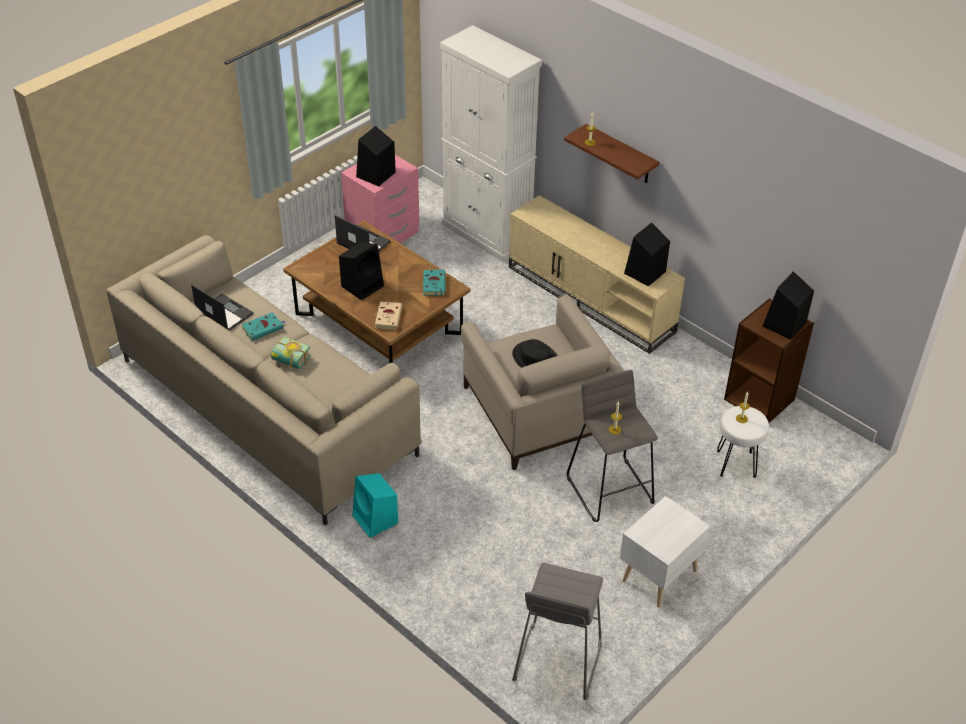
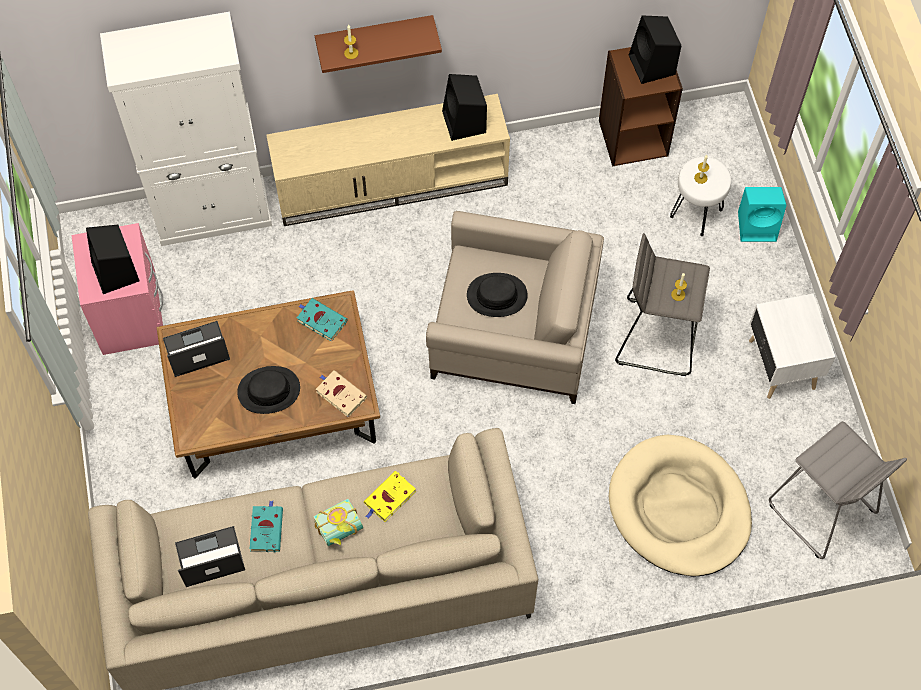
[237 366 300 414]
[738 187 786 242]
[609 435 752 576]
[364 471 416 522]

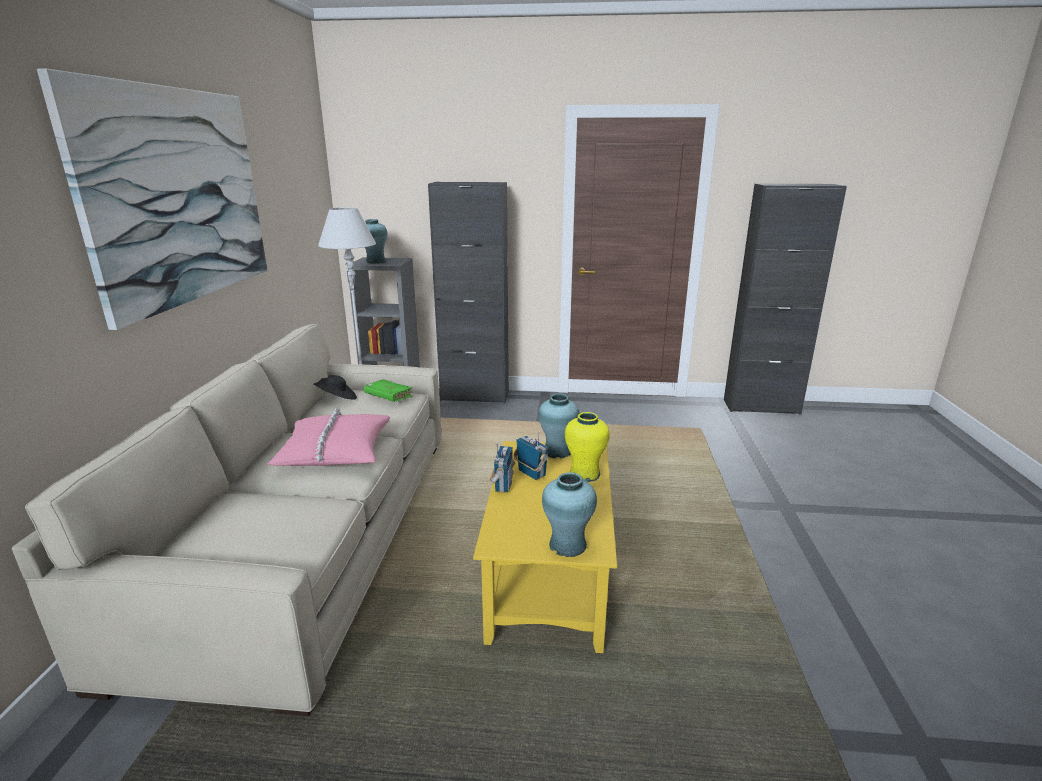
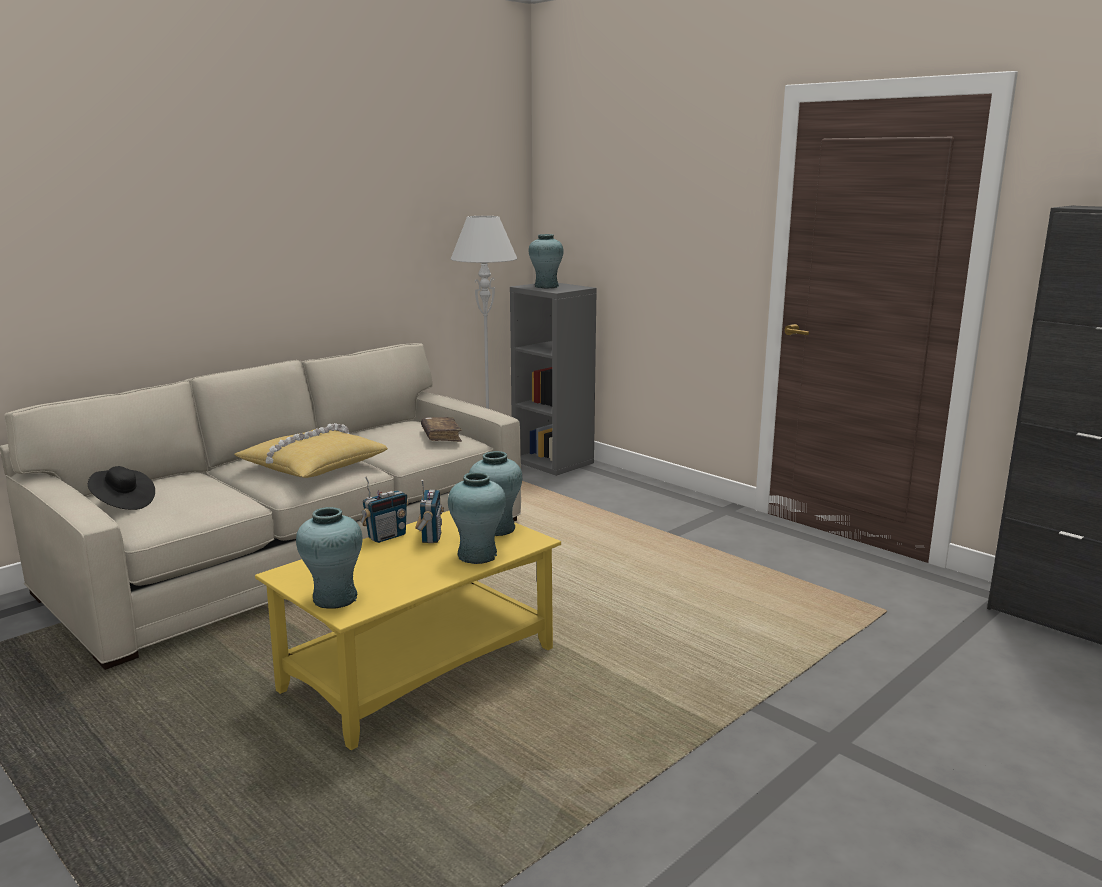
[37 68 267 330] (first image)
[428 182 509 403] (first image)
[88 466 155 510]
[421 417 462 442]
[234 423 388 478]
[448 472 506 564]

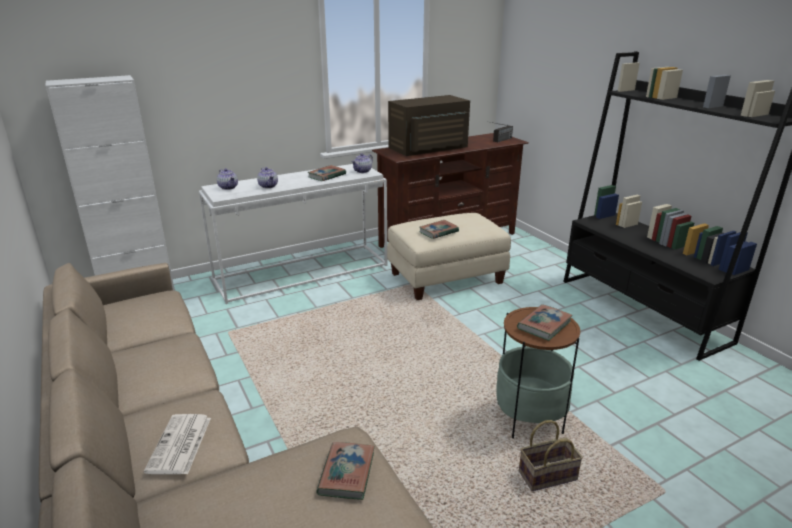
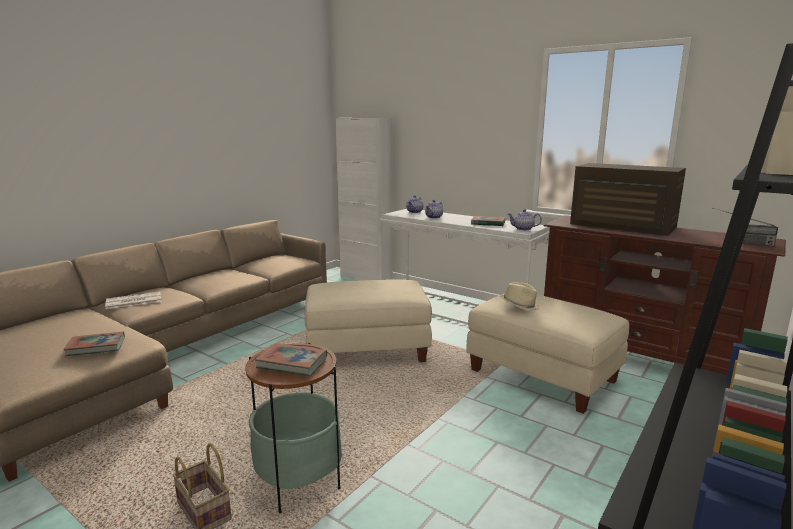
[500 282 540 311]
[304 279 432 362]

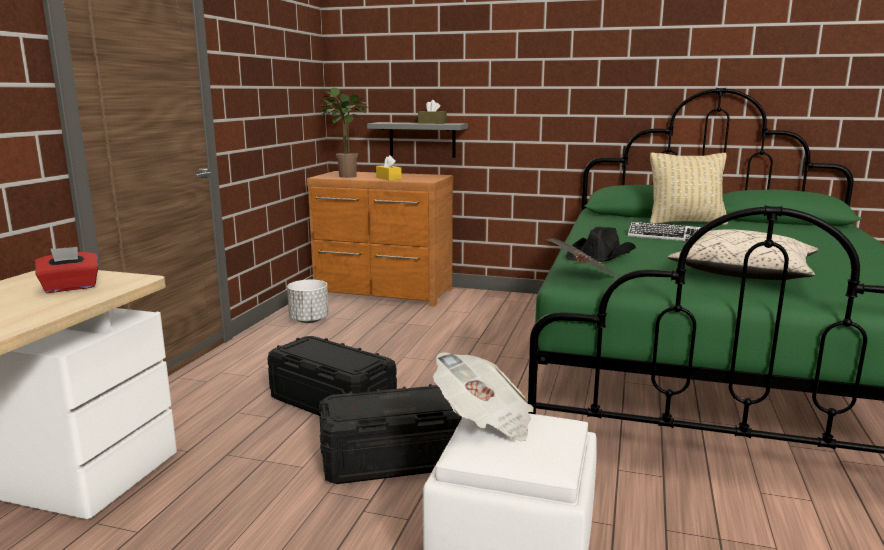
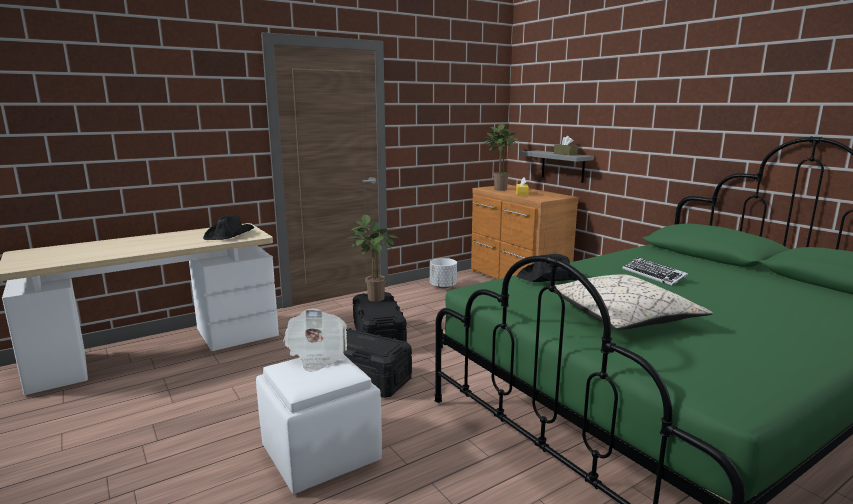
[650 153 728 225] (first image)
[546 238 622 276] (first image)
[203 215 254 240]
[348 214 398 302]

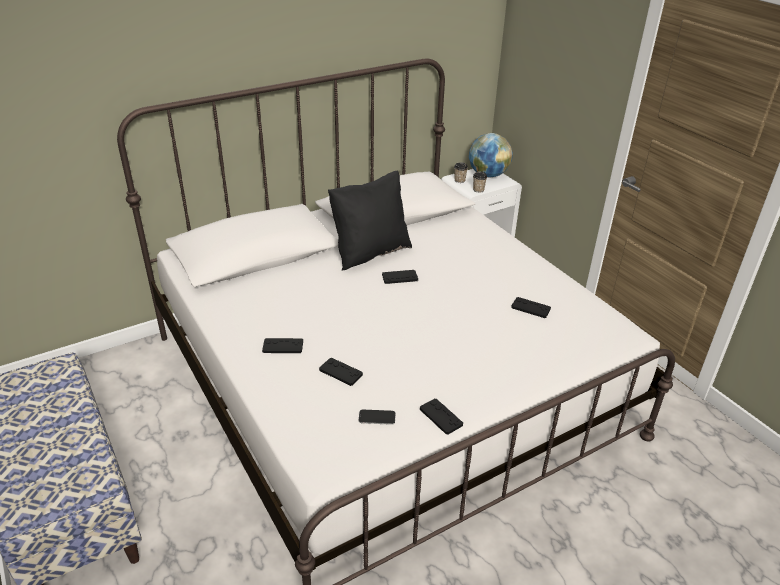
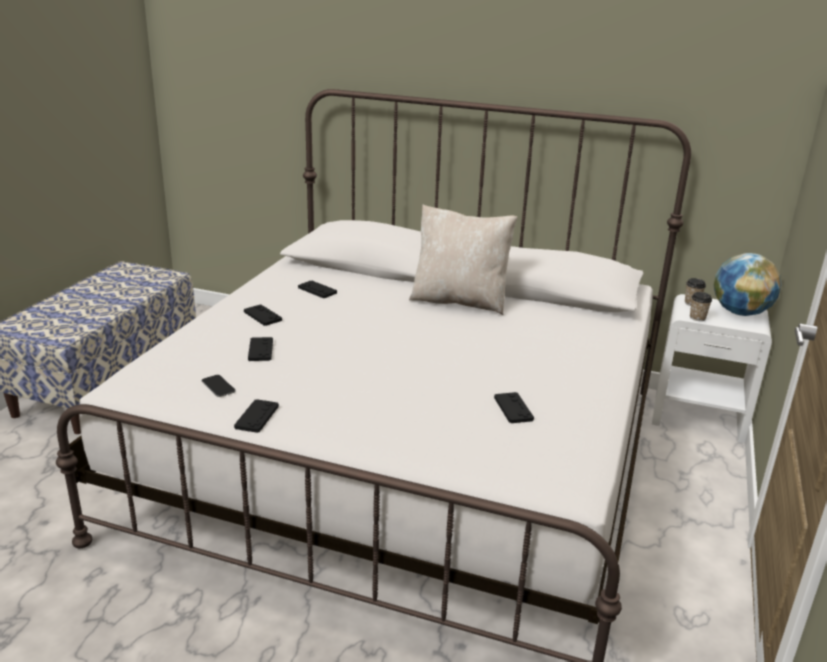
[409 205 518 315]
[298 281 337 298]

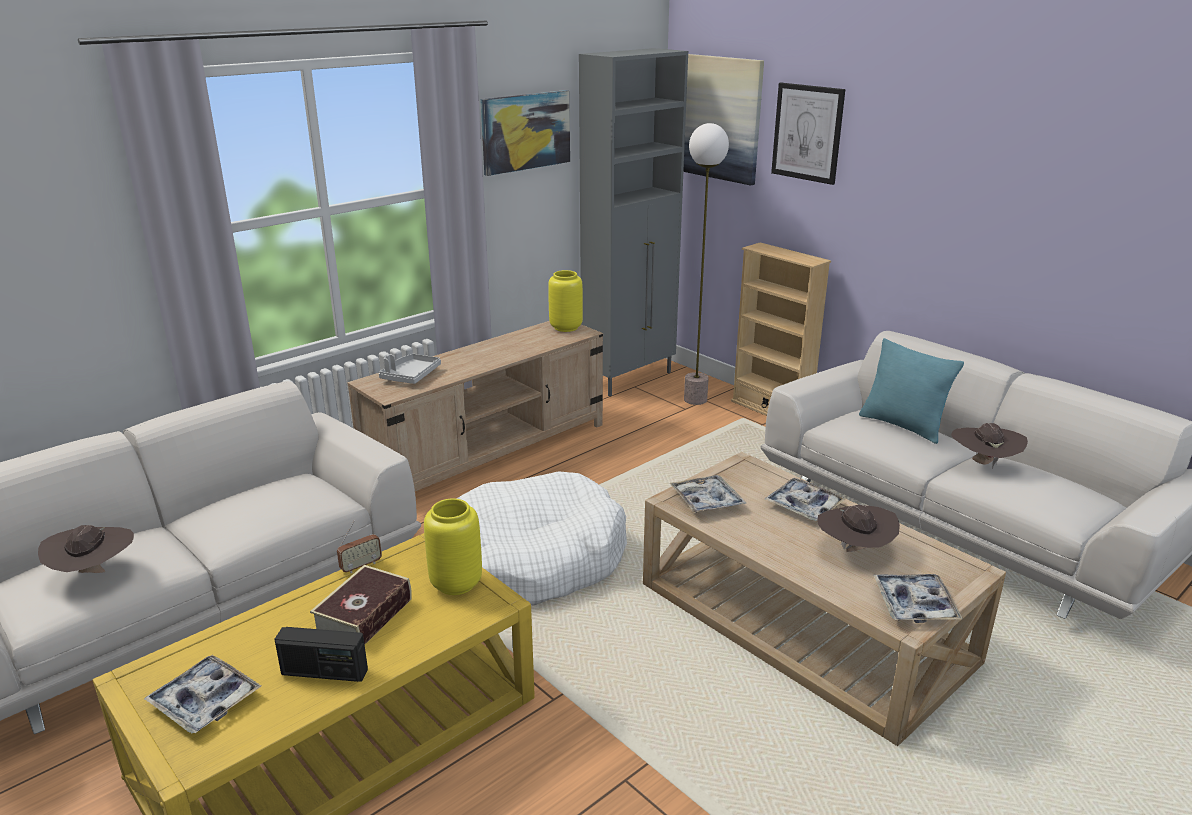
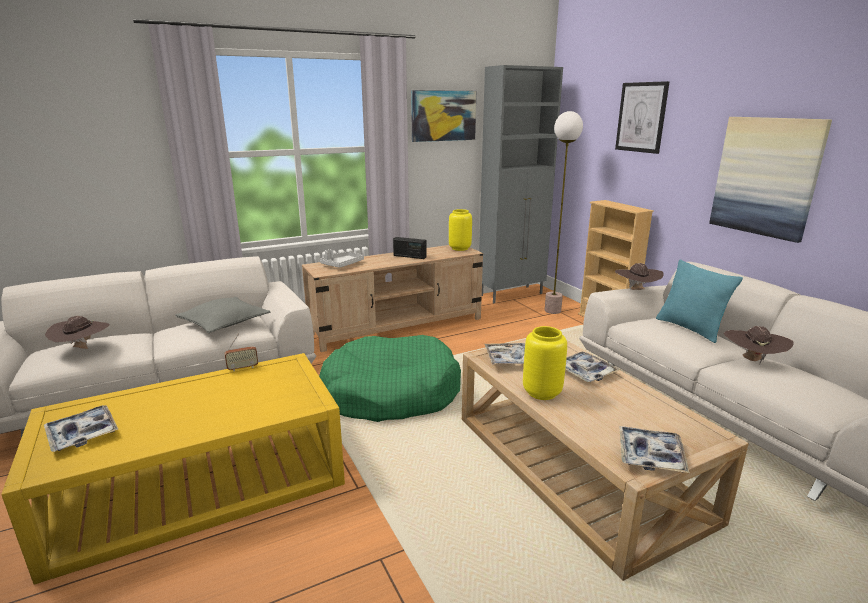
[709 117 832 243]
[319 335 461 422]
[523 326 567 400]
[615 263 664 290]
[310 565 412 644] (first image)
[393 237 426 259]
[176 297 270 333]

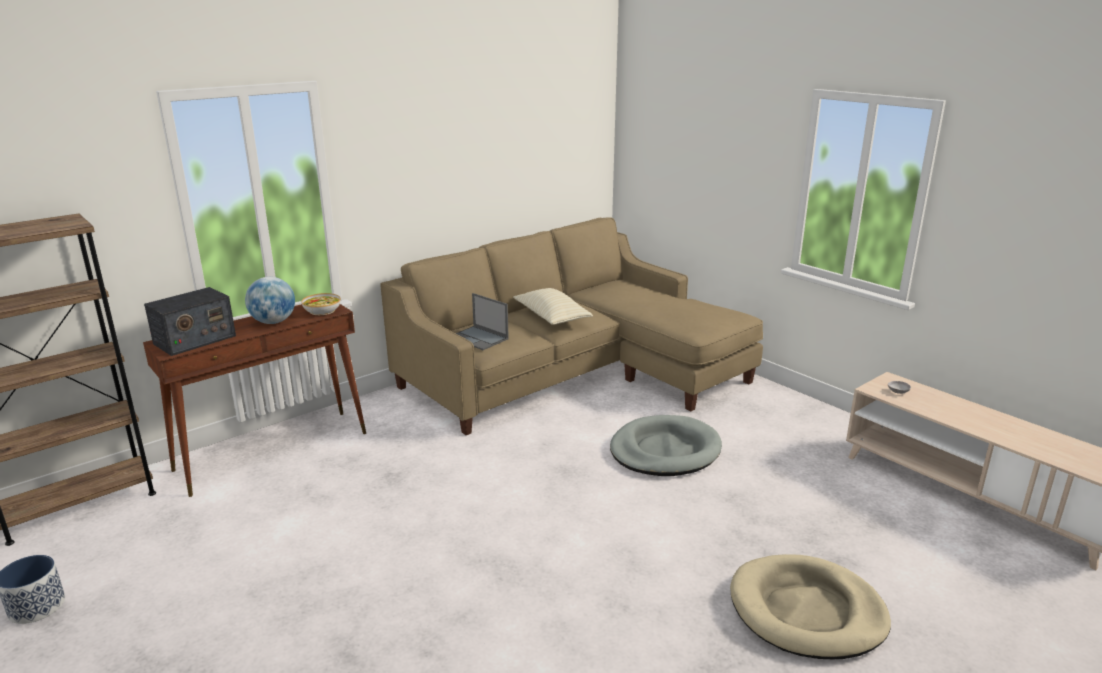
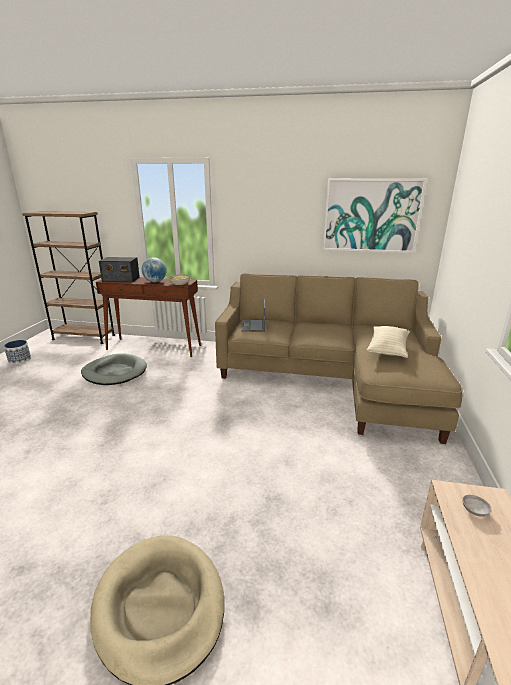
[366 326 410 358]
[81 353 147 385]
[323 178 427 253]

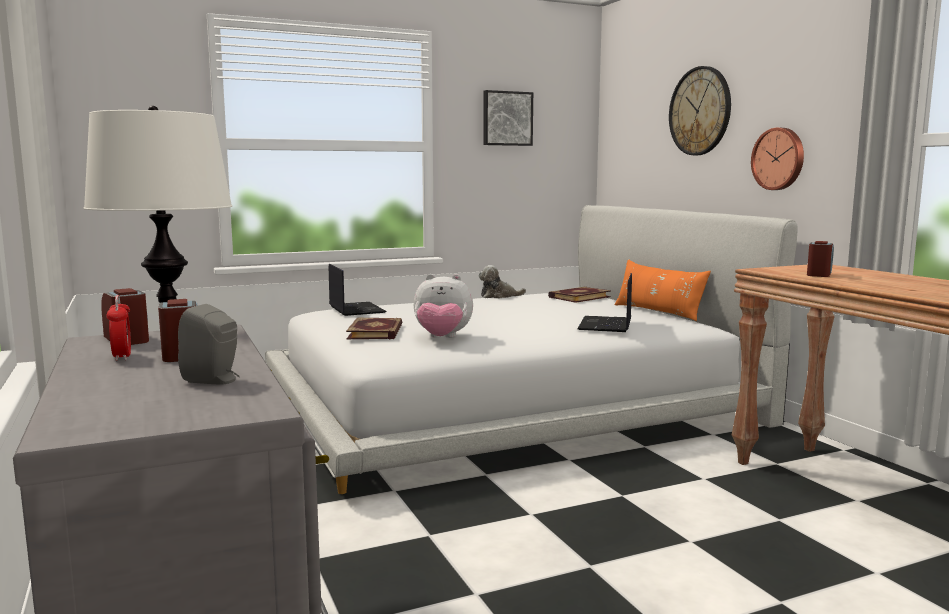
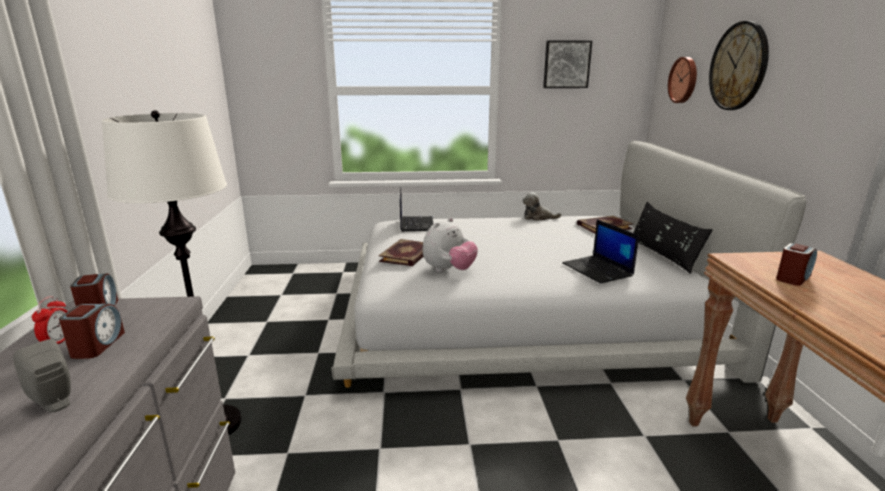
[668 57 697 103]
[633 202 713 274]
[562 219 639 284]
[422 218 478 272]

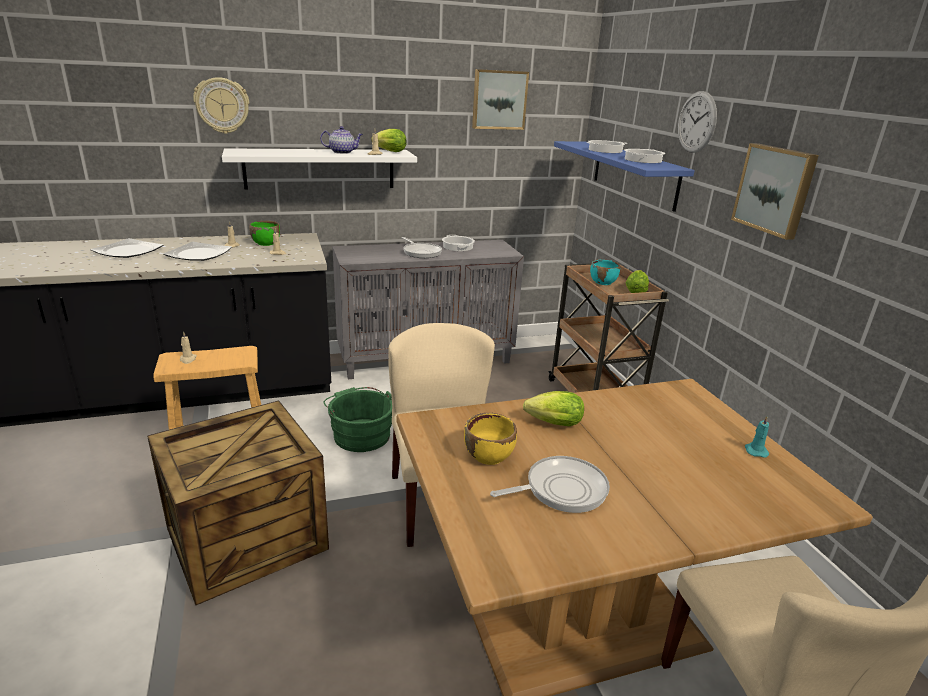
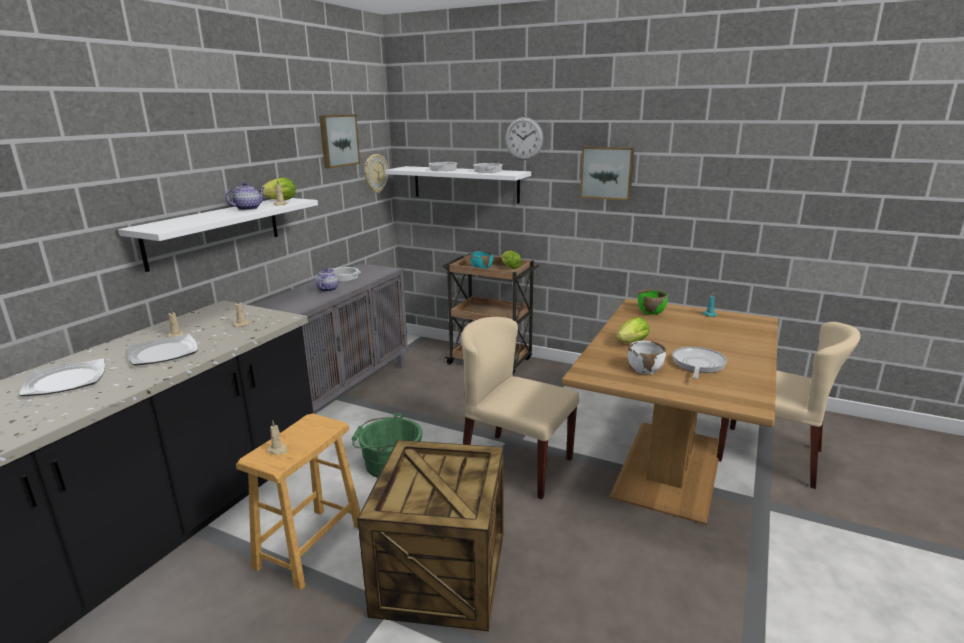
[364 154 388 193]
[385 166 531 203]
[638 290 668 315]
[315 268 339 292]
[628 340 666 374]

